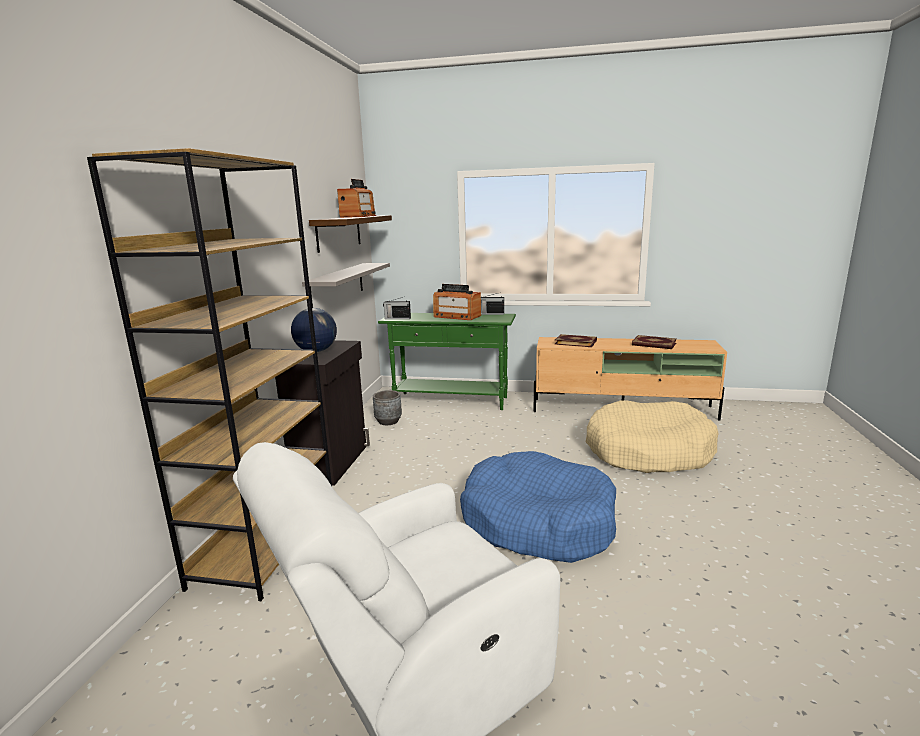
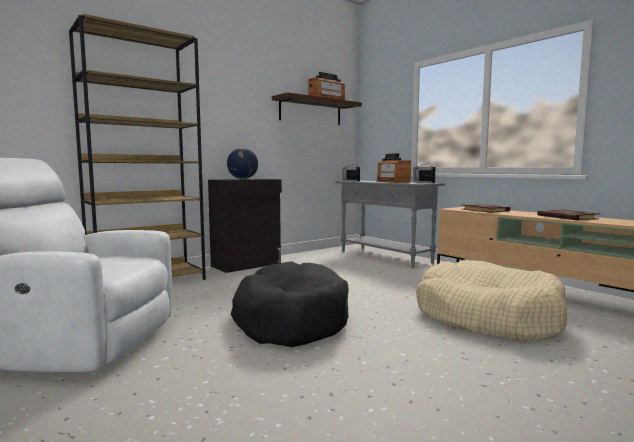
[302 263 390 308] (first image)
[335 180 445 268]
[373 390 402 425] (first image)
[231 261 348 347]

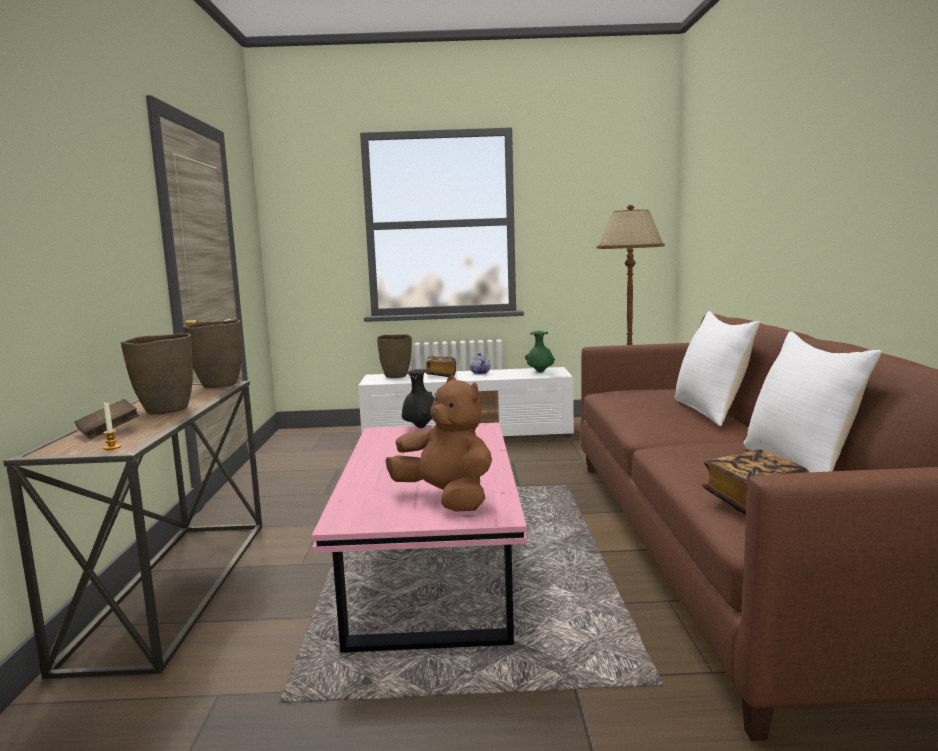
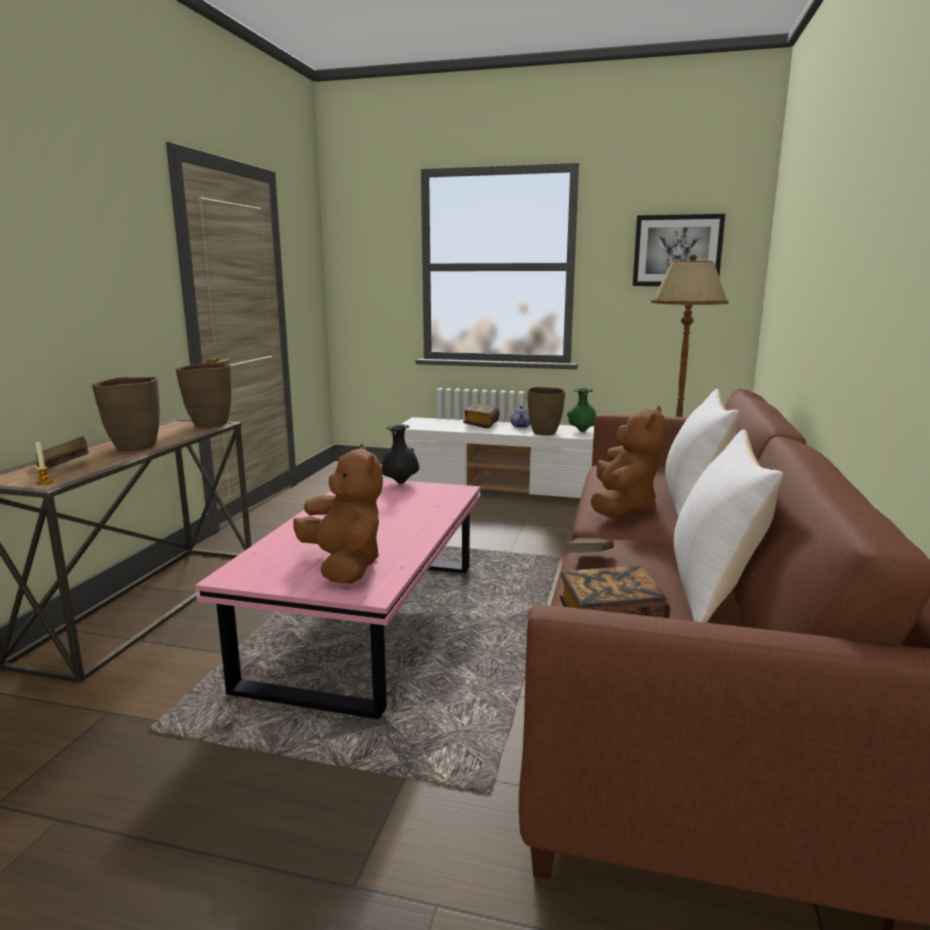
[528 387 565 435]
[633 214 725 286]
[591 406 666 518]
[565 540 614 553]

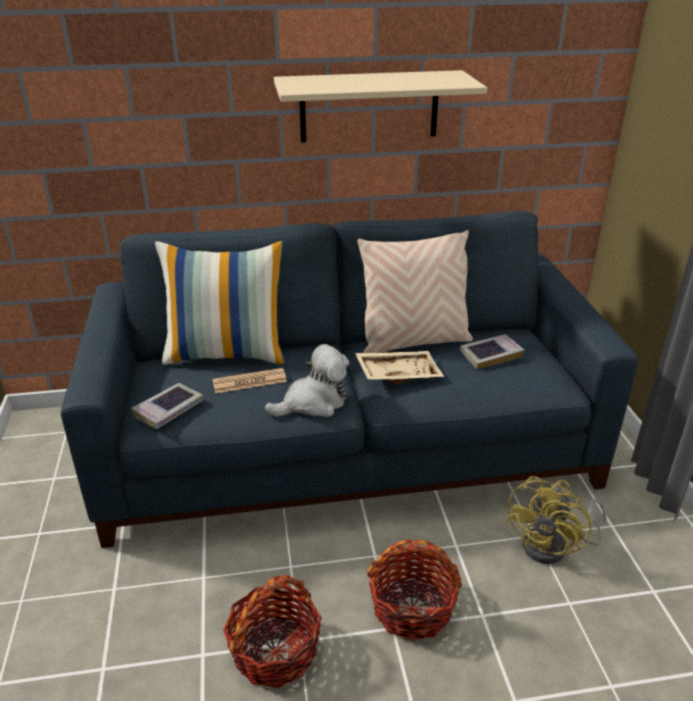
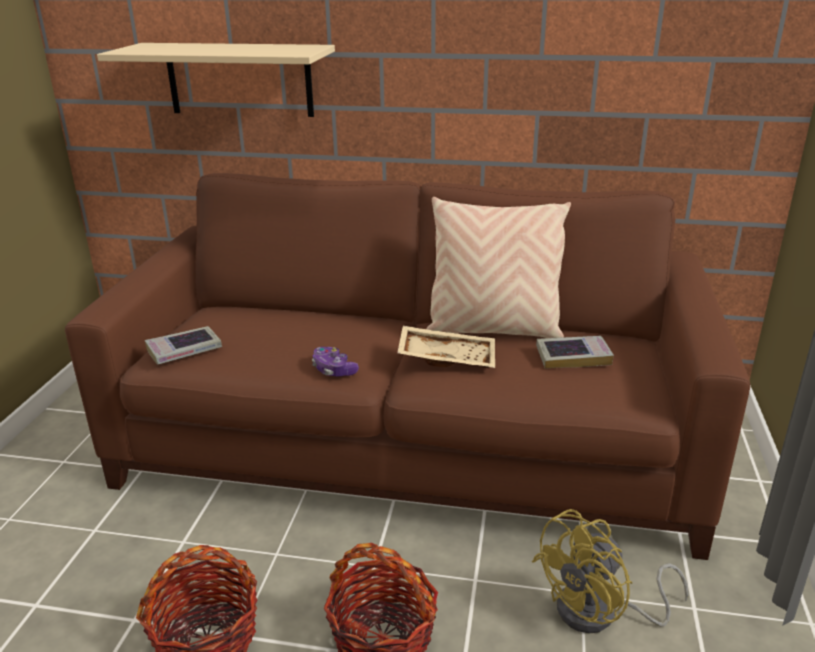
[97 43 335 117]
[65 173 750 560]
[155 241 286 365] (first image)
[312 347 359 377]
[213 368 287 393] (first image)

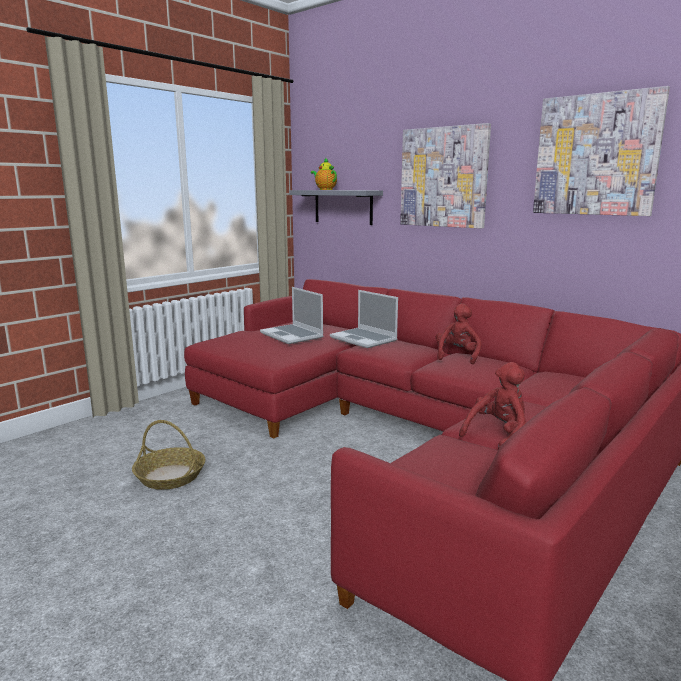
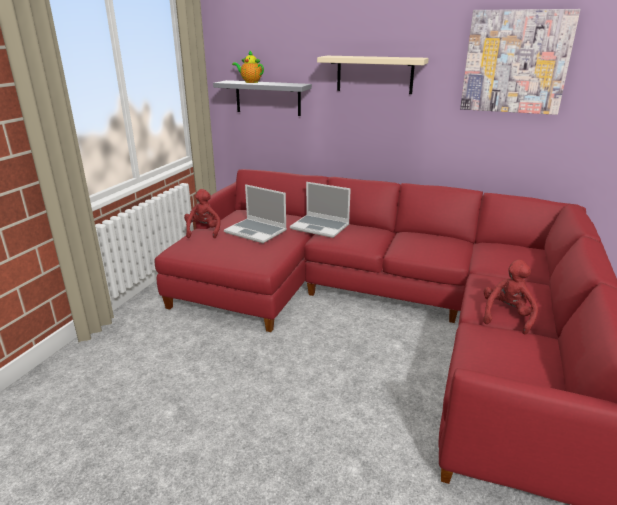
[317 56 429 94]
[184 189 220 238]
[132 420 205 490] (first image)

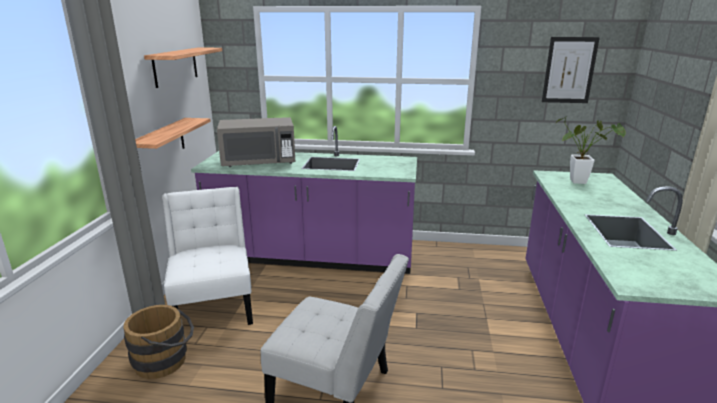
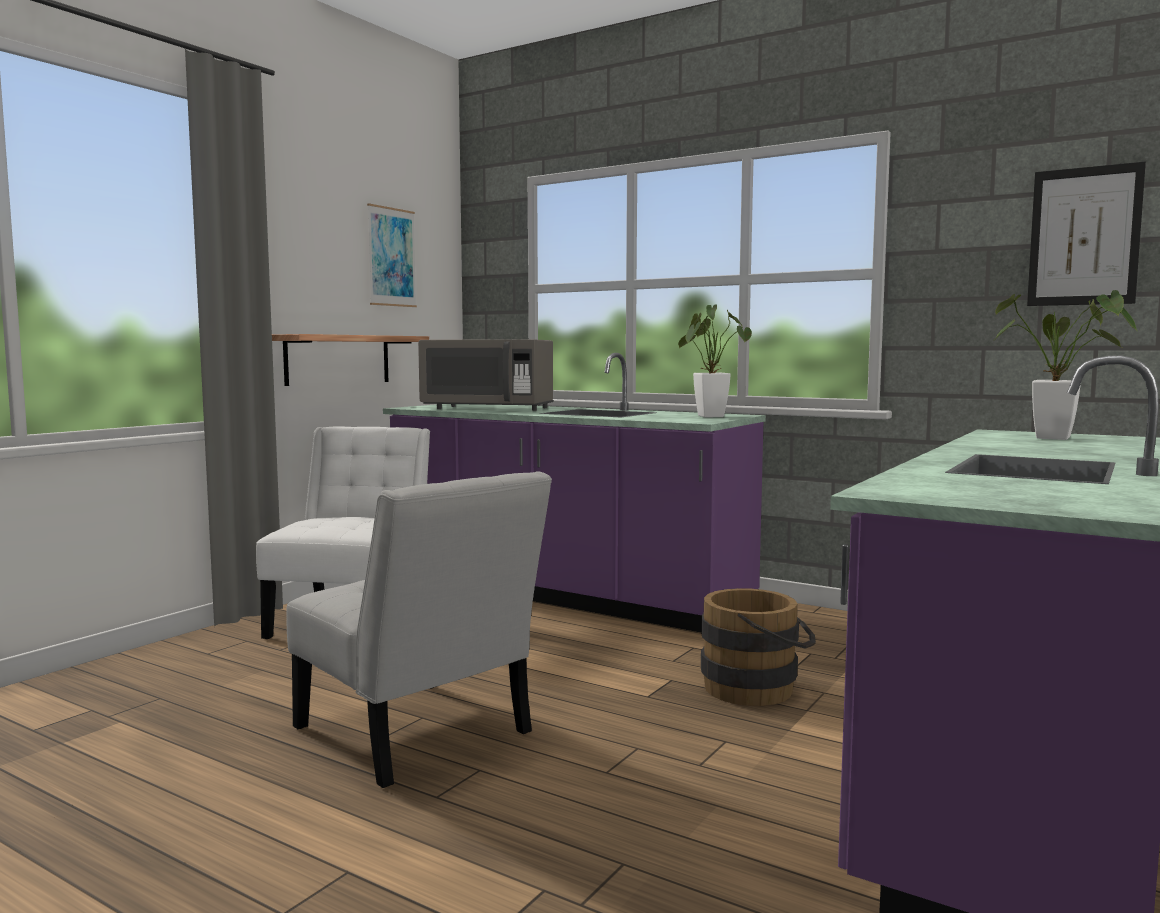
[367 204 417 307]
[701 588 816 706]
[678 304 752 417]

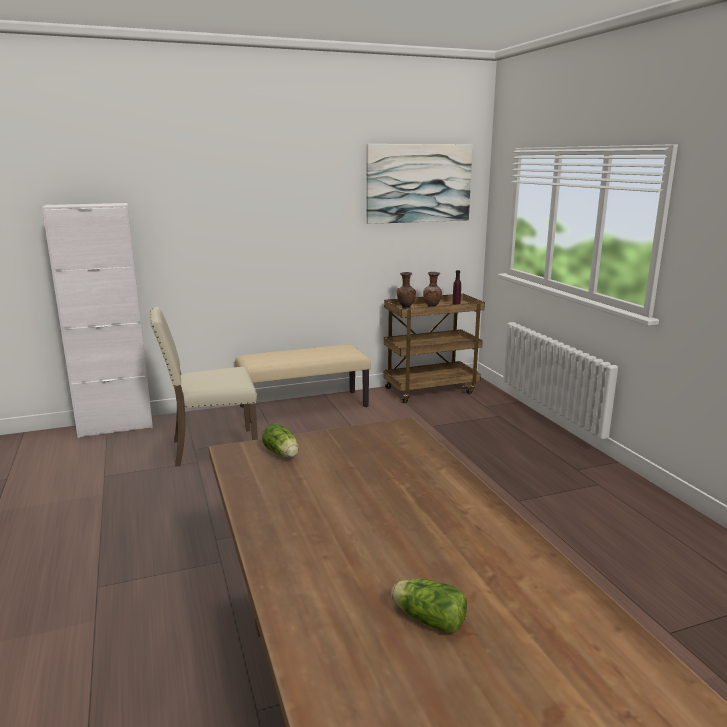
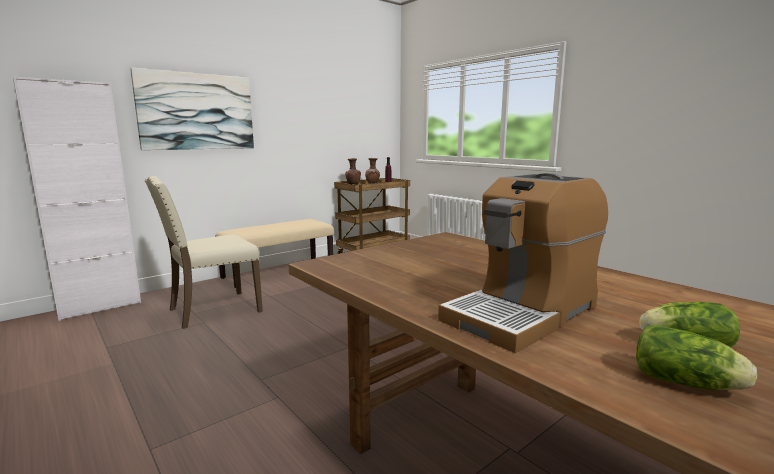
[130 68 254 150]
[636 324 757 390]
[438 173 608 353]

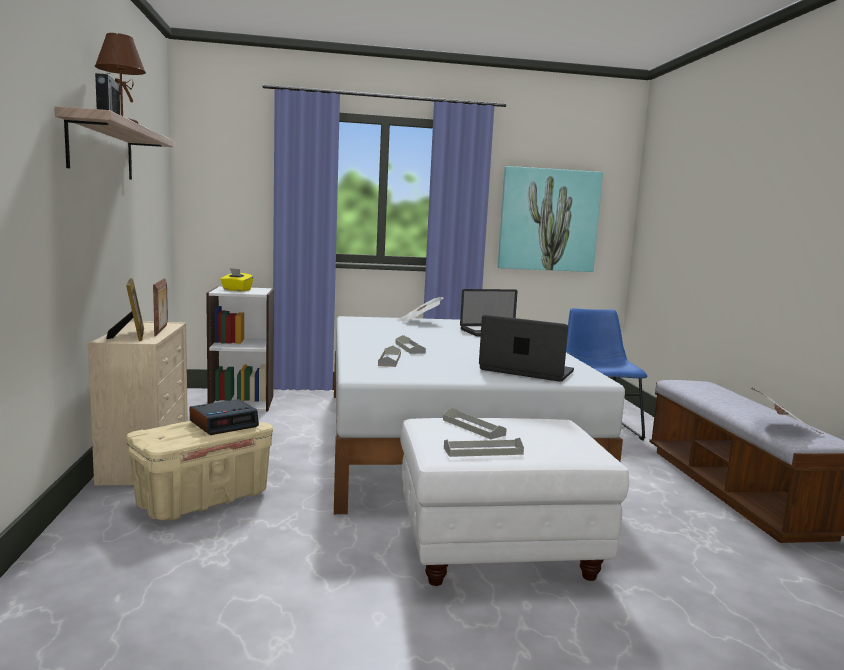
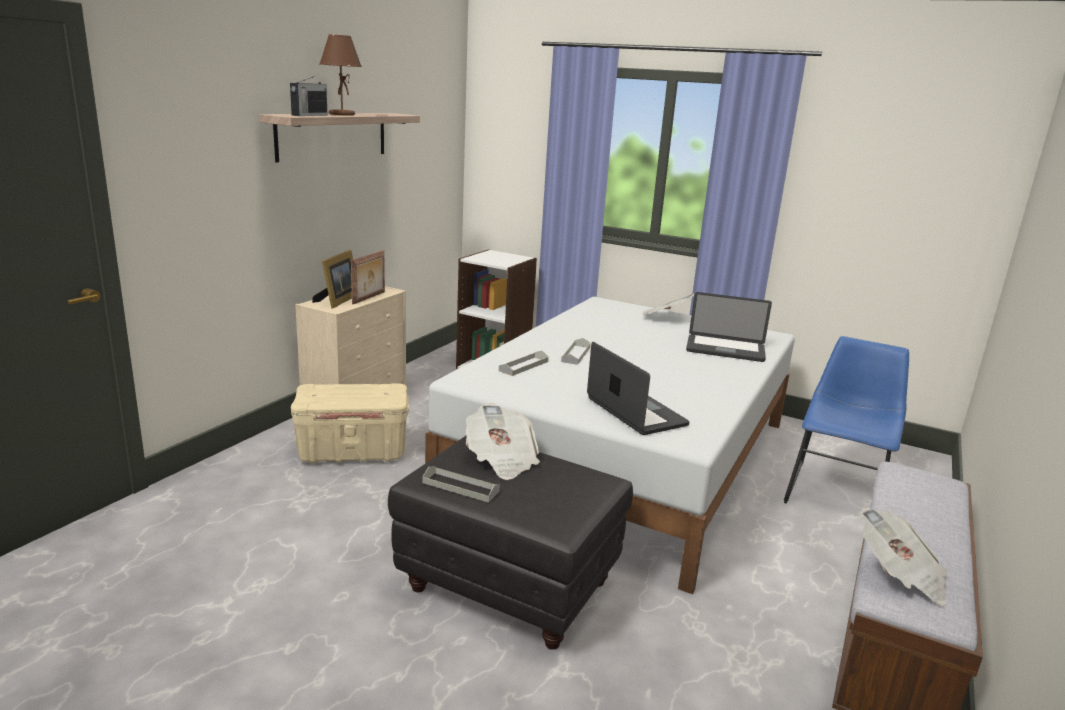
[498 166 603 272] (first image)
[220 268 254 291] (first image)
[190 399 259 435] (first image)
[466 403 540 480]
[388 436 633 650]

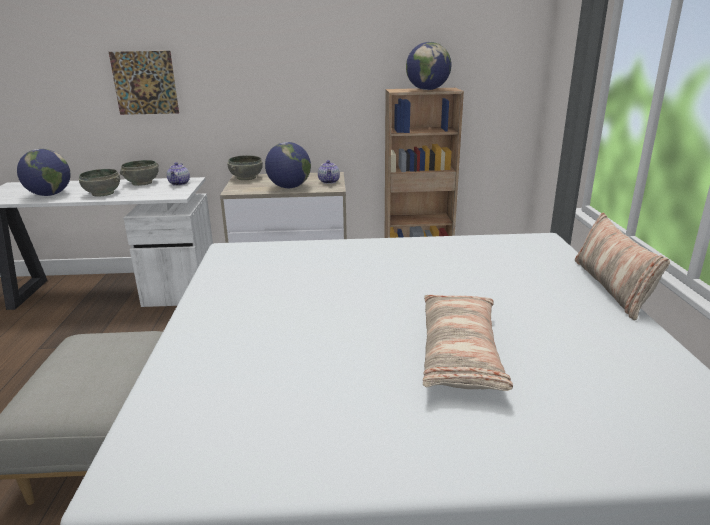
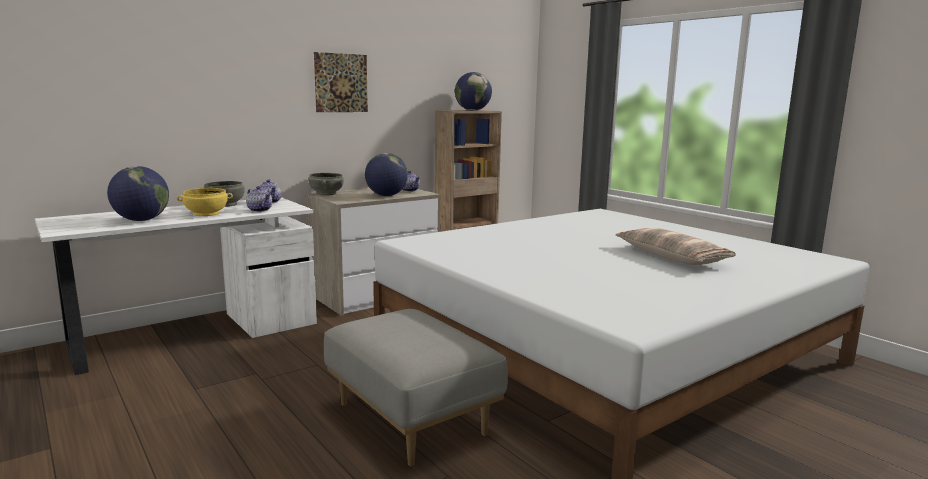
[314 52 368 112]
[177 188 233 216]
[575 212 670 320] (first image)
[246 186 272 212]

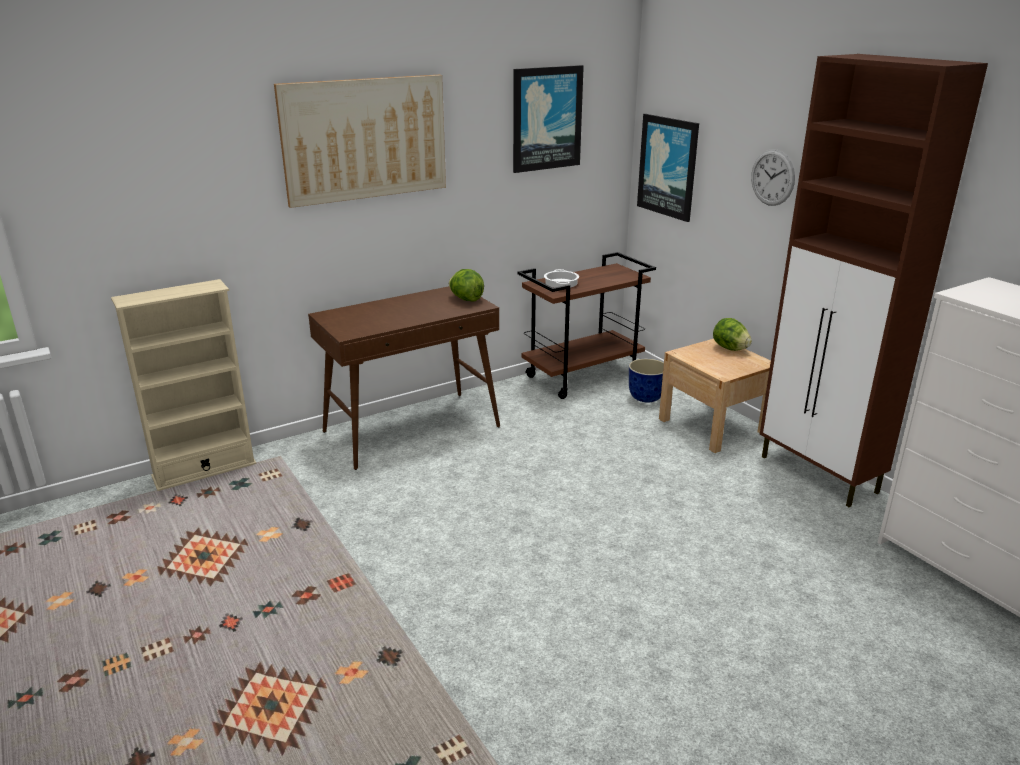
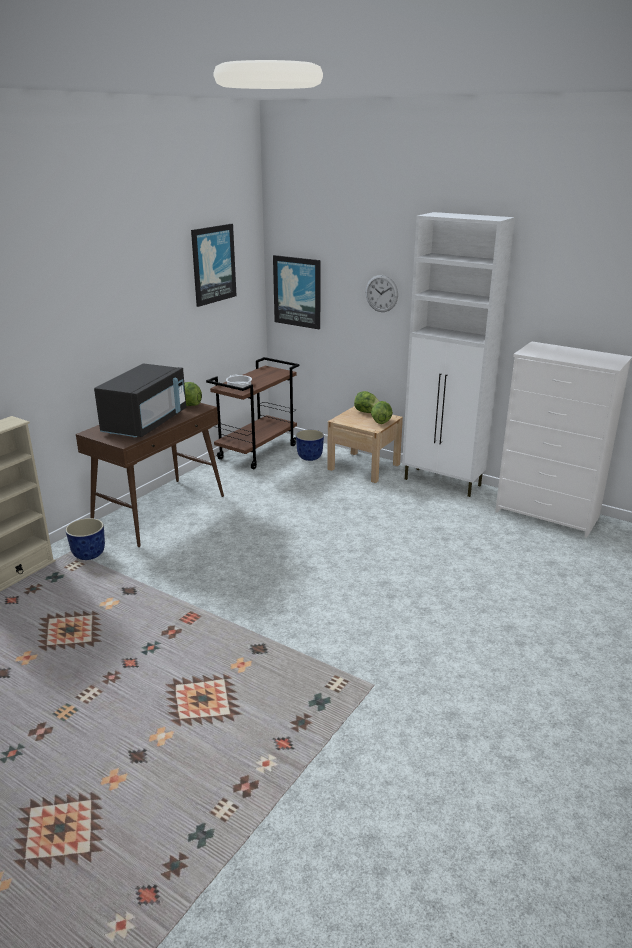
[402 212 515 497]
[274 75 446 208] (first image)
[94 363 186 438]
[371 401 393 424]
[65 518 105 560]

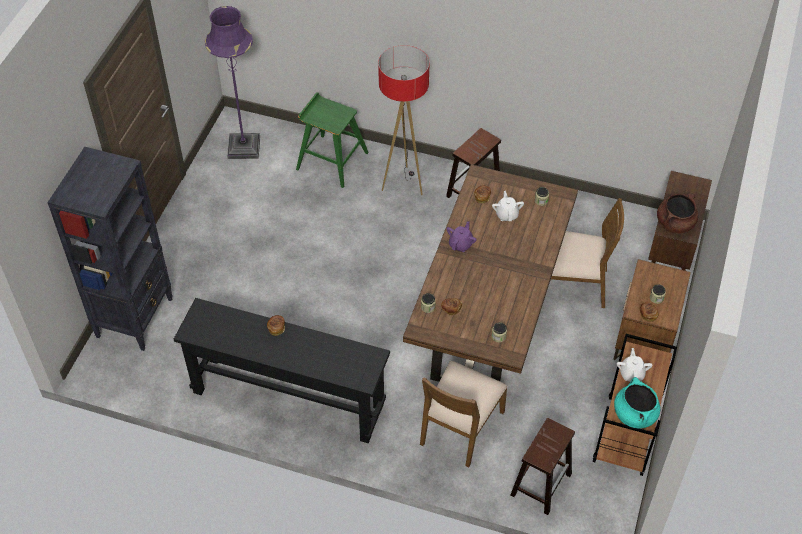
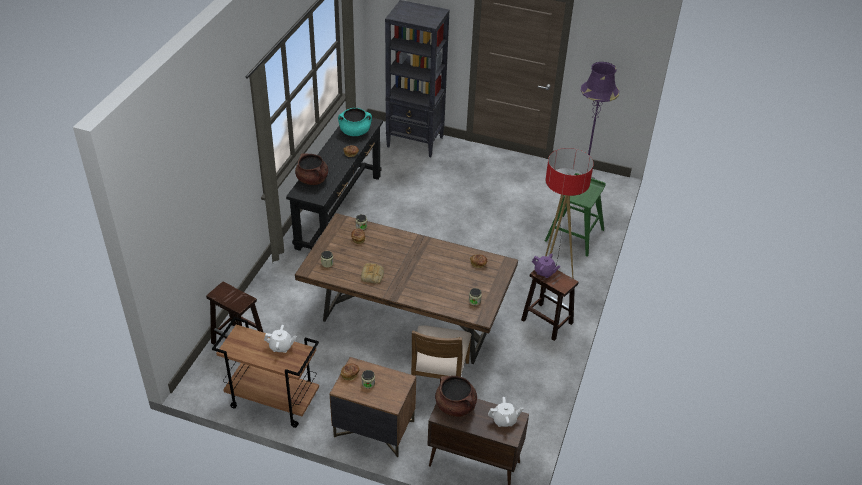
[488 397 523 427]
[532 254 560 278]
[420 361 508 468] (first image)
[338 108 372 136]
[295 153 328 185]
[361 263 384 284]

